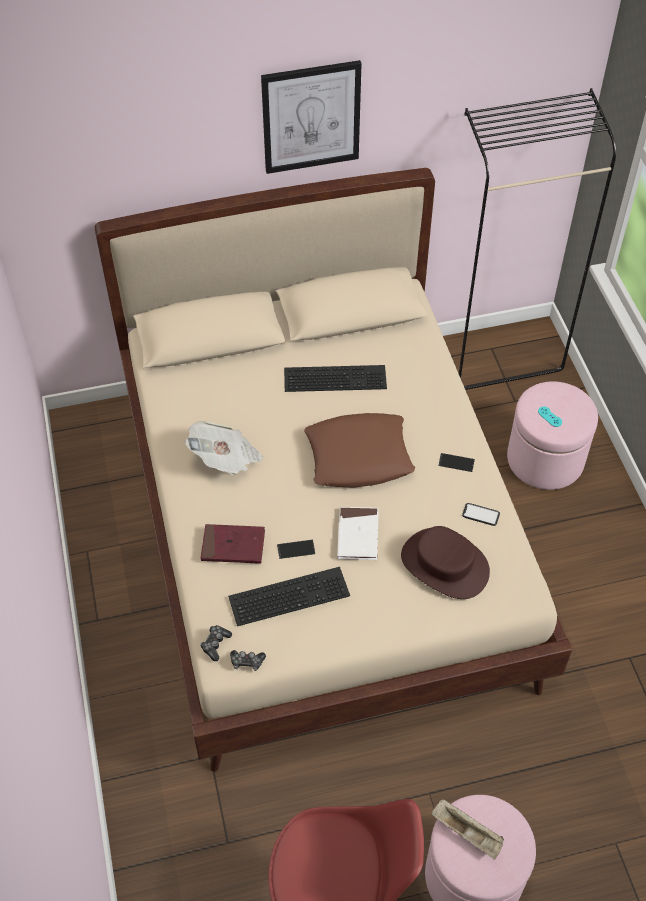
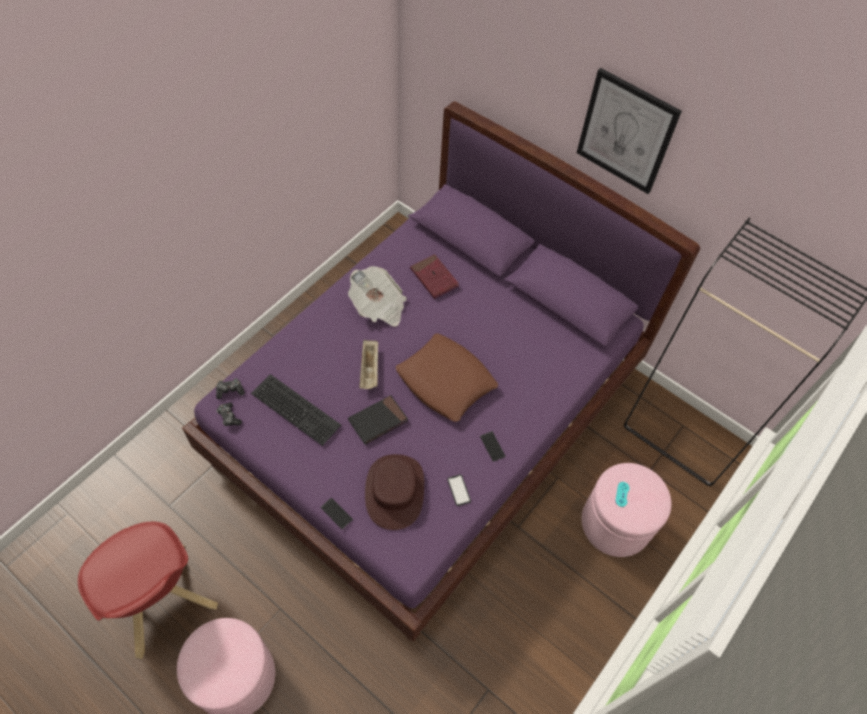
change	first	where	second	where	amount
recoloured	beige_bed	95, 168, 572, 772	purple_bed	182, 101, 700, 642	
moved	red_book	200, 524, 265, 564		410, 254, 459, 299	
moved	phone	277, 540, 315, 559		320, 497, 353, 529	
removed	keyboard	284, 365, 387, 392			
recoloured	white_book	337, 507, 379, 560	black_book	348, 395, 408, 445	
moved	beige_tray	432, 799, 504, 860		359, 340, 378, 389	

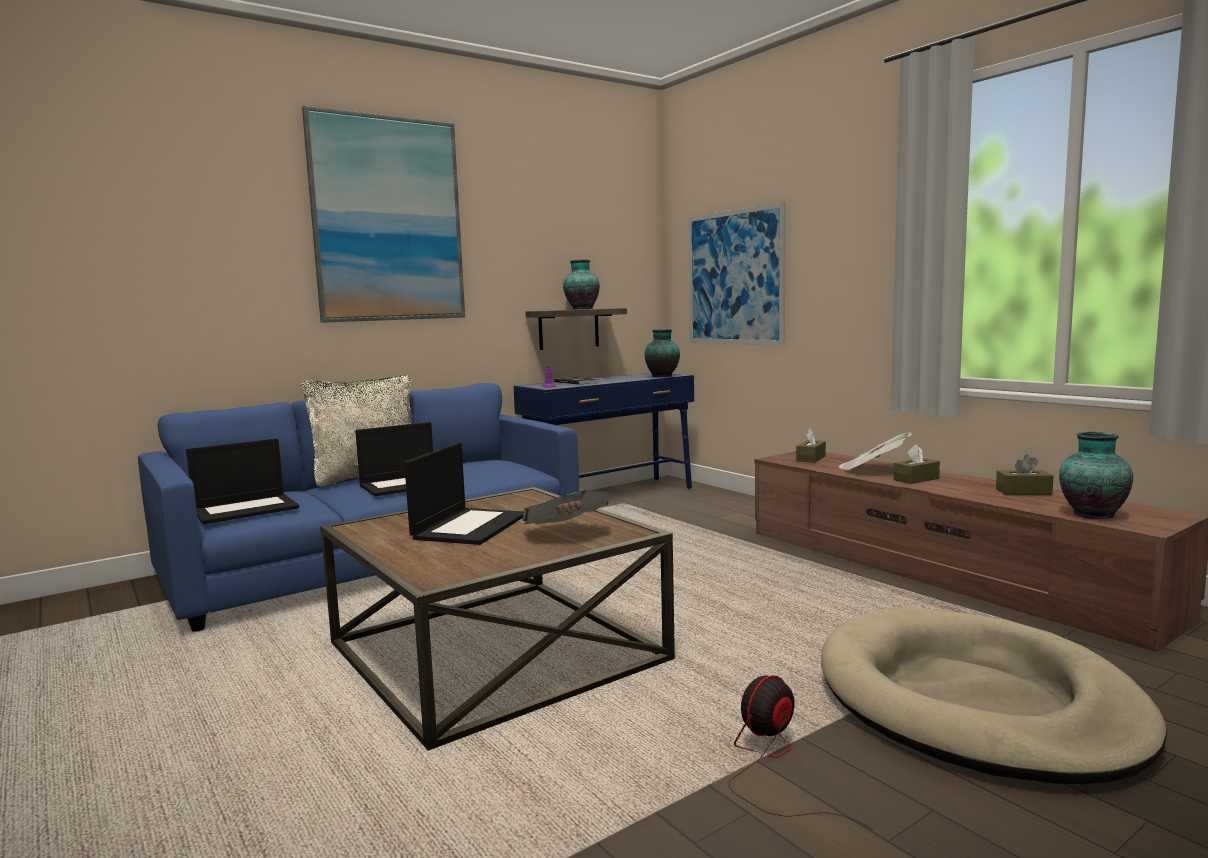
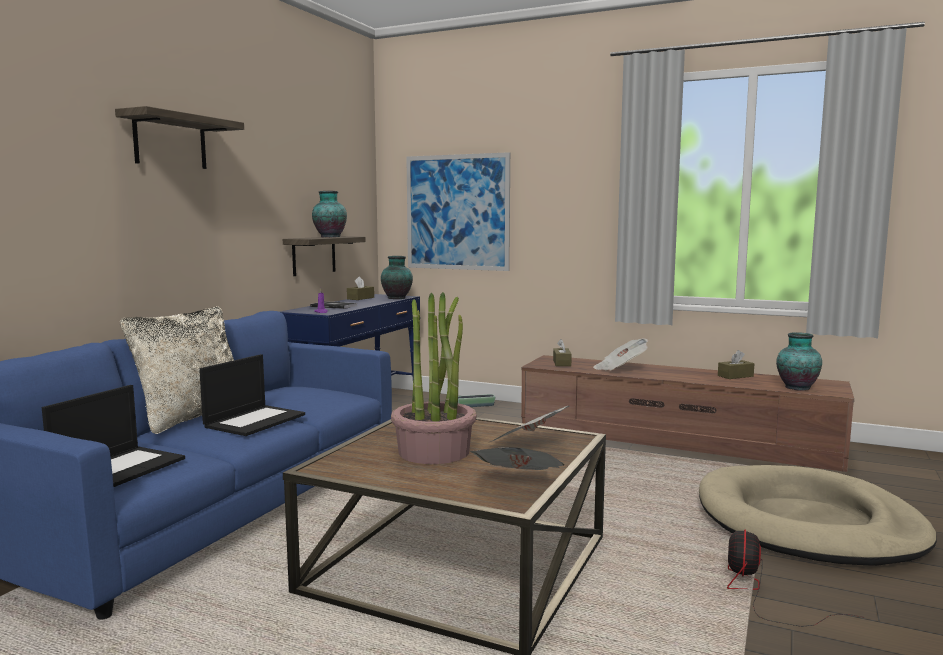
change	first	where	second	where	amount
replaced	picture	302, 106, 465, 323	shelf	115, 106, 244, 169	
replaced	laptop	404, 443, 524, 545	potted_plant	391, 292, 477, 464	
moved	brown_tissue_box	893, 444, 940, 484		347, 276, 374, 300	
added			planter	458, 394, 496, 407	
added			newspaper	470, 447, 565, 470	

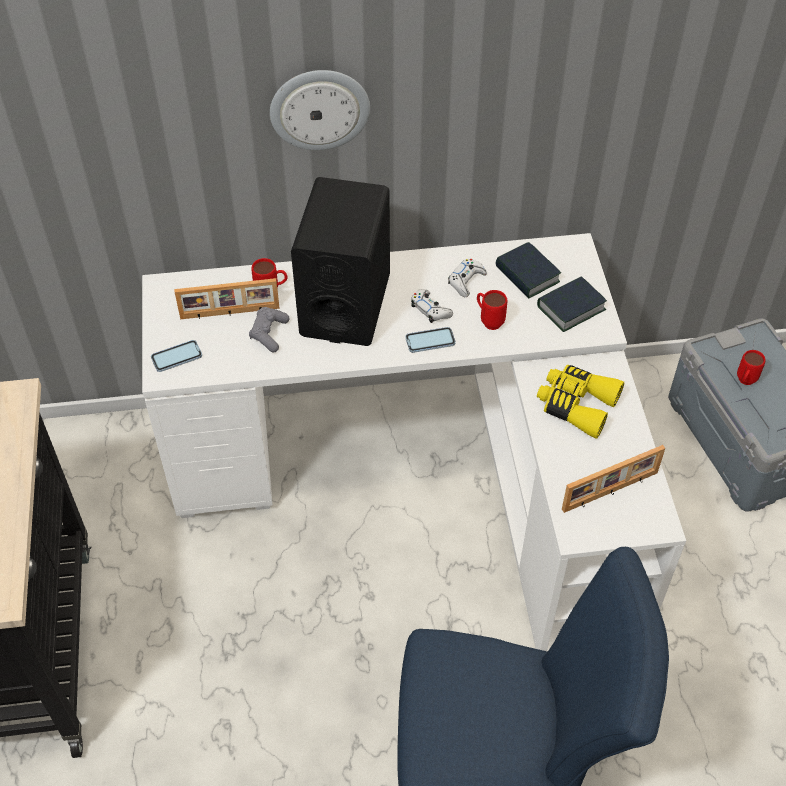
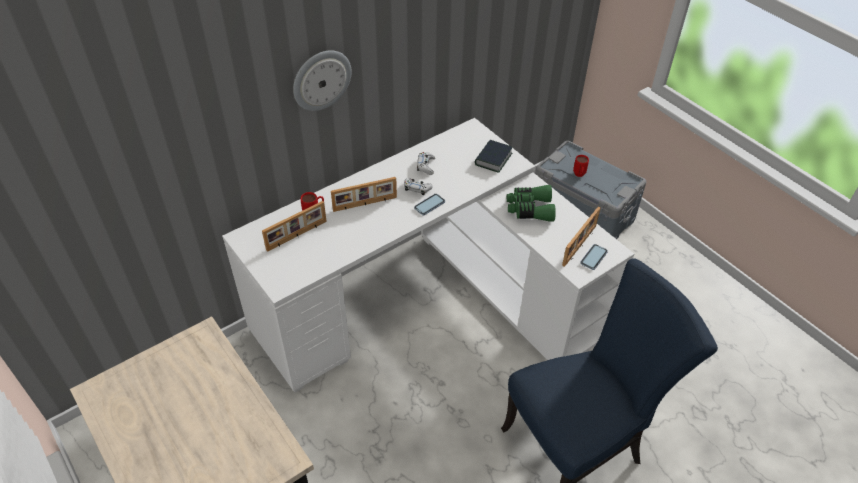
change	first	where	second	where	amount
moved	phone	151, 340, 202, 372		580, 244, 608, 270	
removed	grey_game_controller	249, 307, 290, 353			
replaced	black_speaker	291, 177, 390, 346	picture_frame	331, 177, 397, 212	
removed	red_mug	477, 290, 507, 330			
removed	book	496, 242, 561, 298			
recoloured	yellow_binoculars	537, 365, 624, 439	green_binoculars	507, 185, 556, 221	

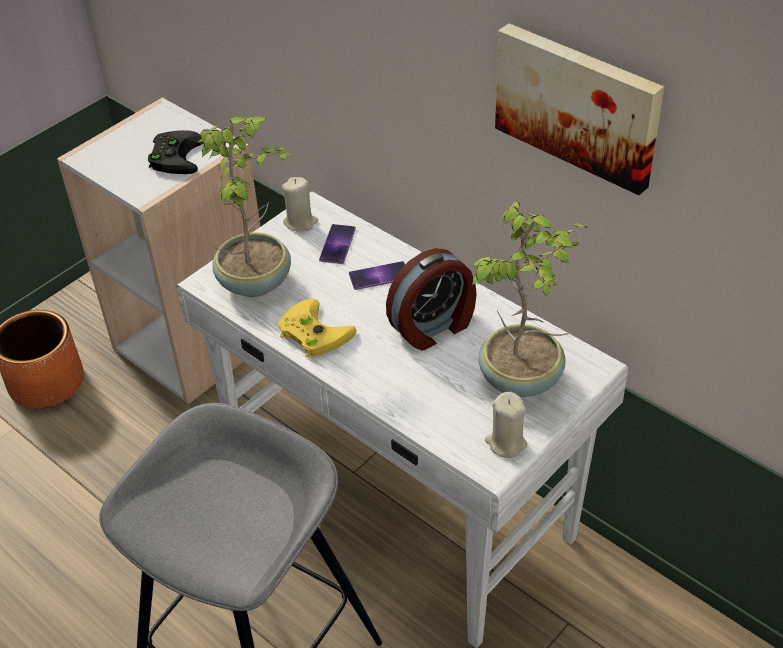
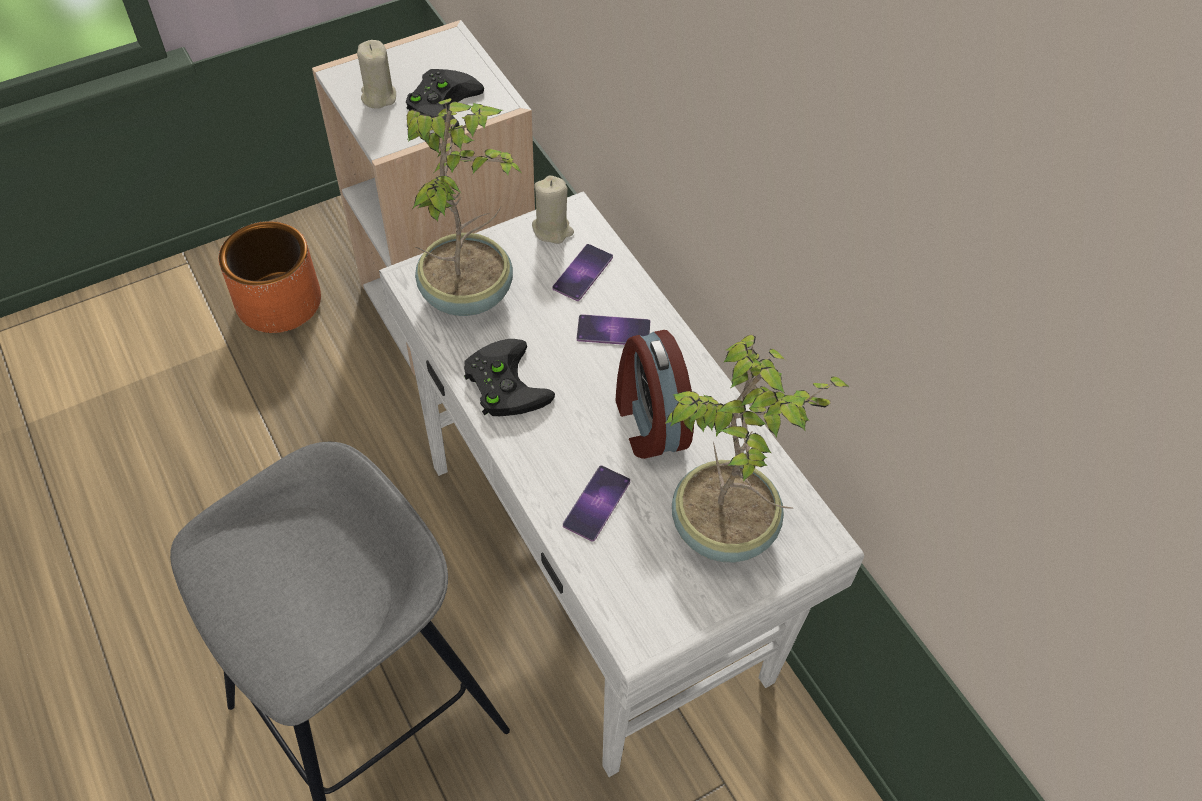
change	first	where	second	where	amount
recoloured	yellow_game_controller	278, 299, 357, 358	black_game_controller	464, 339, 555, 416	
turned	alarm_clock	386, 248, 477, 351		616, 330, 694, 459	90 degrees clockwise
moved	beige_candle	485, 392, 527, 458		357, 40, 396, 109	
removed	picture	495, 23, 664, 195			
added			phone	563, 465, 630, 541	

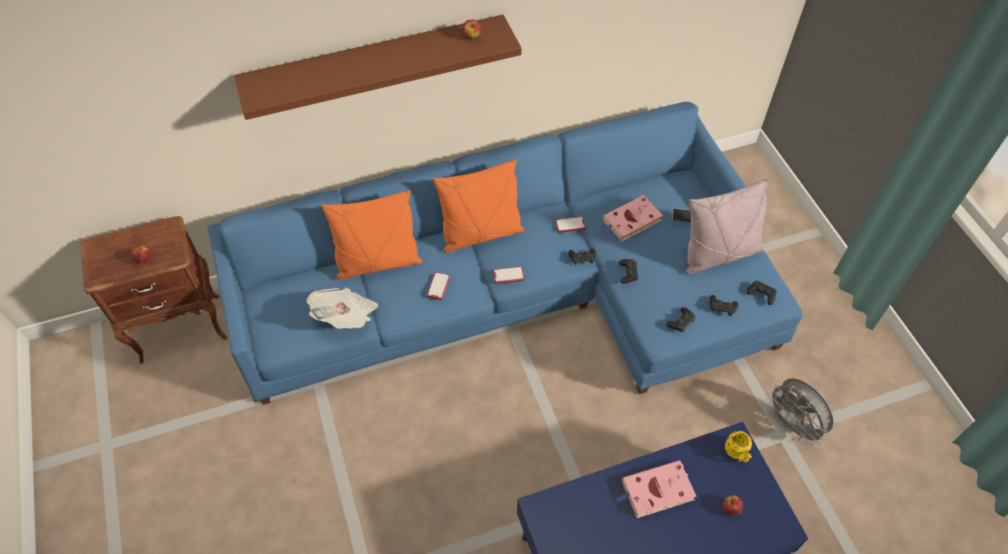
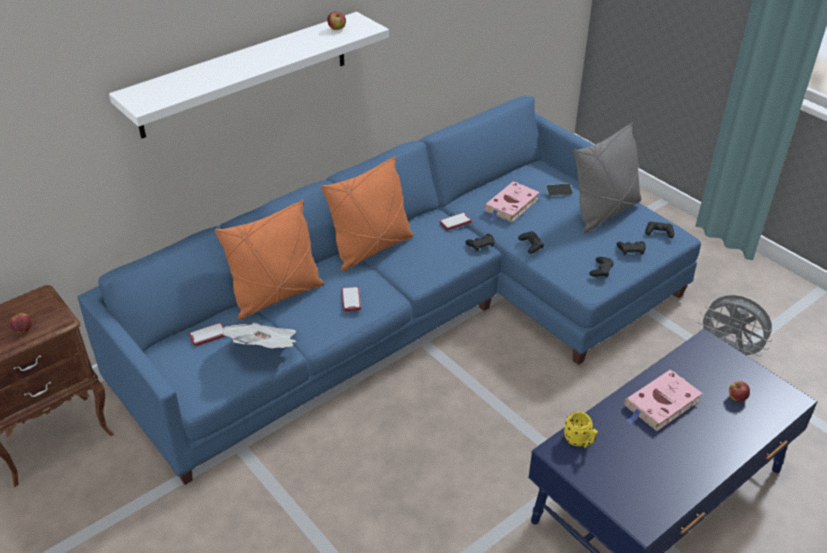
change	first	where	second	where	amount
recoloured	brown_shelf	234, 15, 522, 120	white_shelf	109, 12, 389, 138	
moved	phone	493, 266, 524, 284		189, 323, 225, 346	
recoloured	purple_pillow	685, 178, 769, 275	grey_pillow	573, 123, 642, 233	
moved	yellow_mug	725, 430, 752, 463		564, 411, 598, 448	

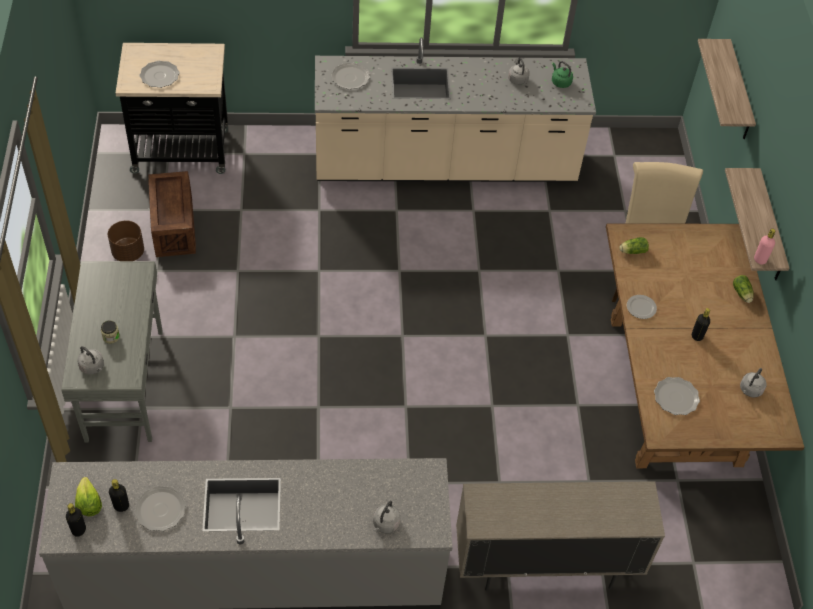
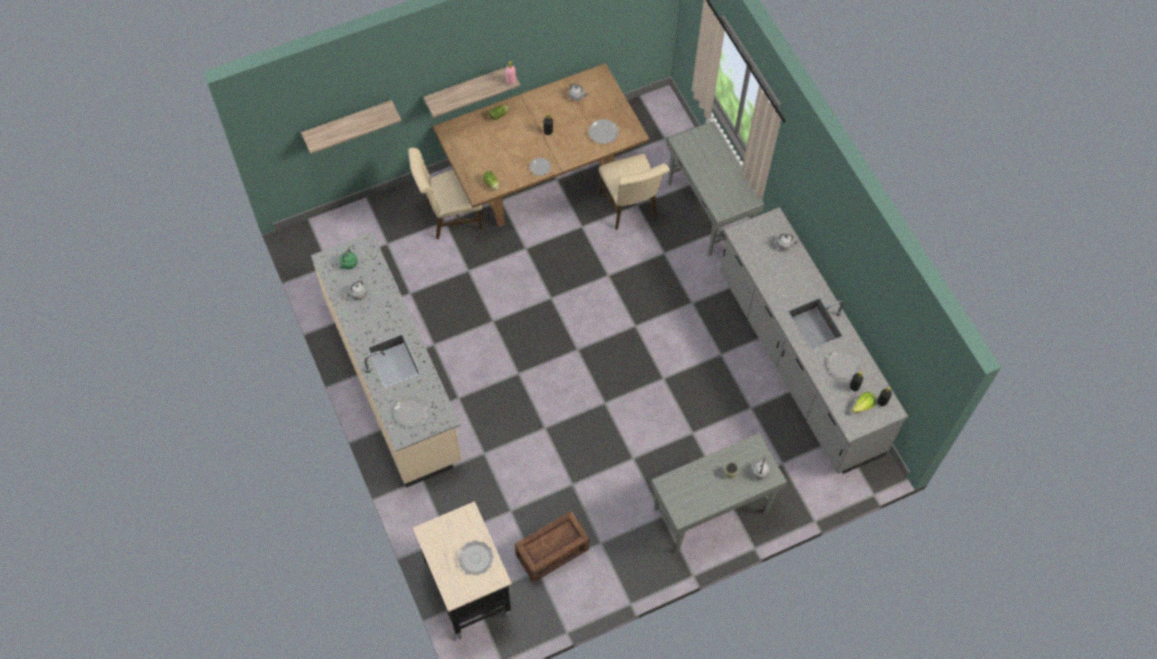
change	first	where	second	where	amount
removed	brown_planter	108, 221, 144, 261			
replaced	beige_cabinet	456, 481, 665, 591	grey_console_table	667, 121, 764, 256	
added			beige_chair	599, 154, 670, 229	

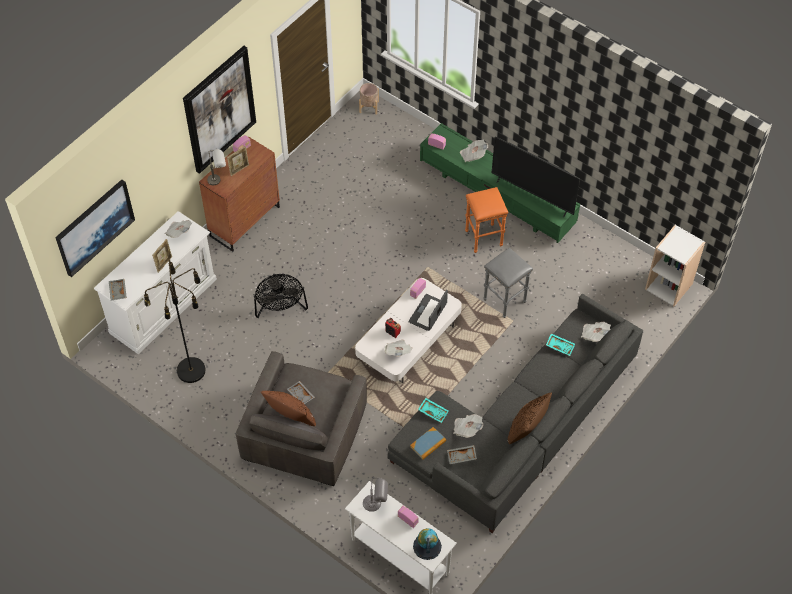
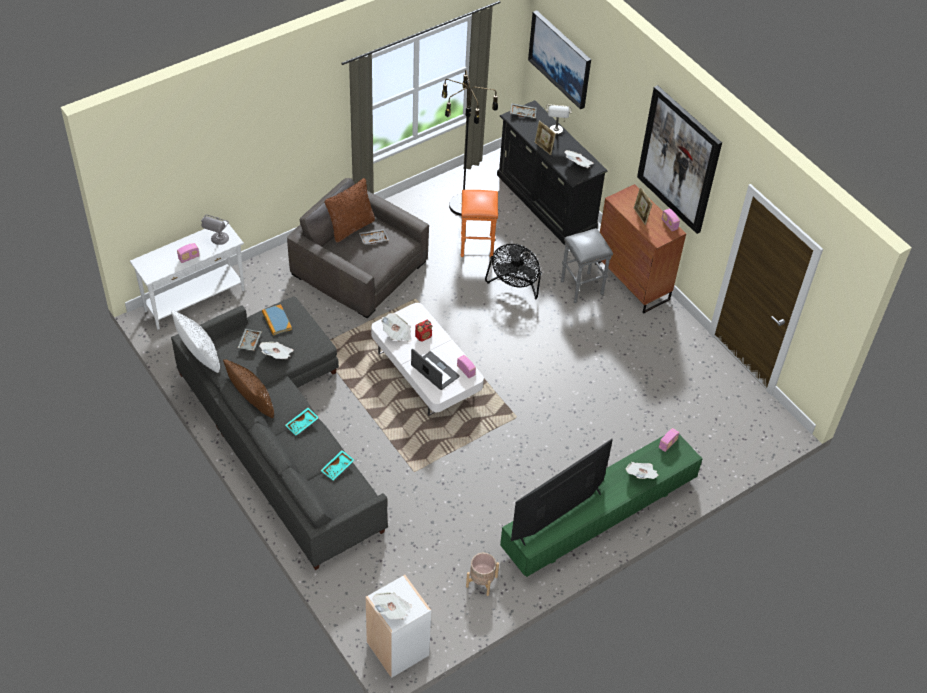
change	first	where	second	where	amount
recoloured	white_cabinet	94, 211, 217, 354	black_cabinet	497, 100, 607, 245	
moved	grey_table_lamp	207, 149, 226, 185		546, 104, 572, 135	
turned	black_fan	254, 274, 308, 318		485, 243, 542, 299	75 degrees counterclockwise
moved	beige_planter	359, 83, 379, 115		466, 553, 499, 596	
removed	globe	413, 528, 442, 560			
moved	turquoise_tray	418, 398, 449, 423		285, 407, 319, 436	
moved	orange_stool	465, 187, 508, 253		461, 190, 498, 258	
moved	grey_stool	483, 248, 533, 318		561, 228, 613, 303	
moved	newspaper	581, 322, 611, 342		372, 592, 412, 620	
added			white_pillow	171, 310, 220, 373	

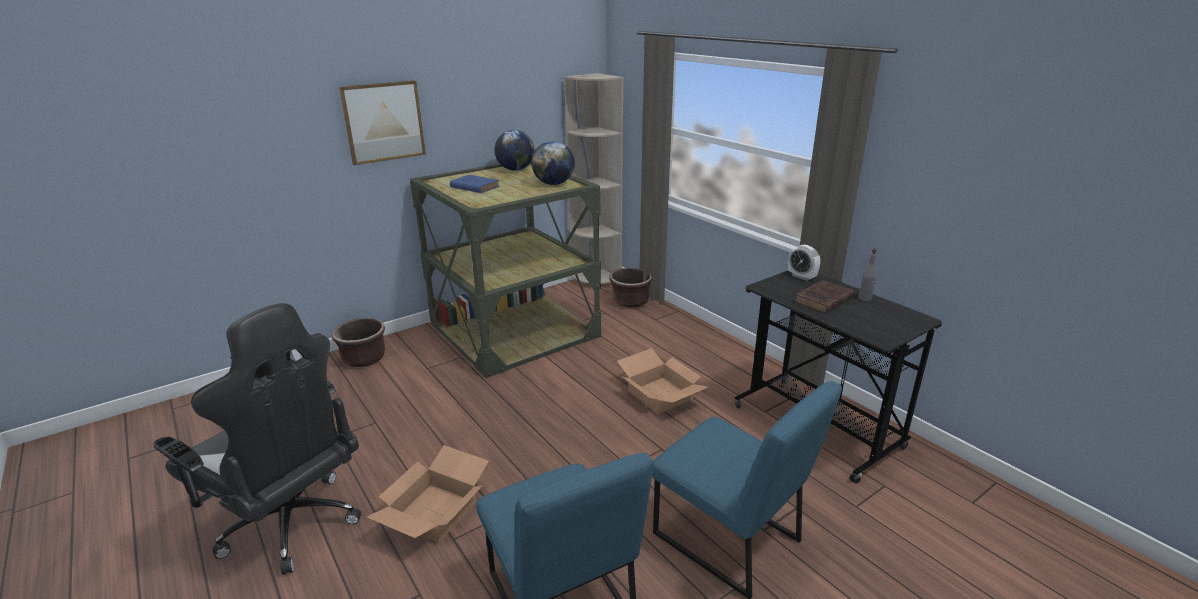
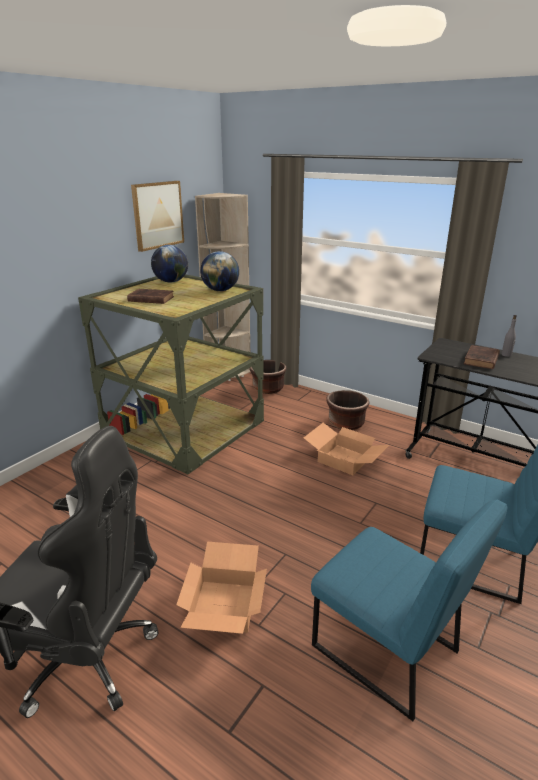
change	first	where	second	where	amount
moved	brown_planter	332, 318, 385, 367		326, 390, 369, 430	
moved	picture	339, 80, 426, 165		131, 181, 184, 252	
recoloured	blue_book	450, 175, 500, 193	brown_book	127, 289, 174, 304	
removed	alarm_clock	788, 244, 820, 281			

